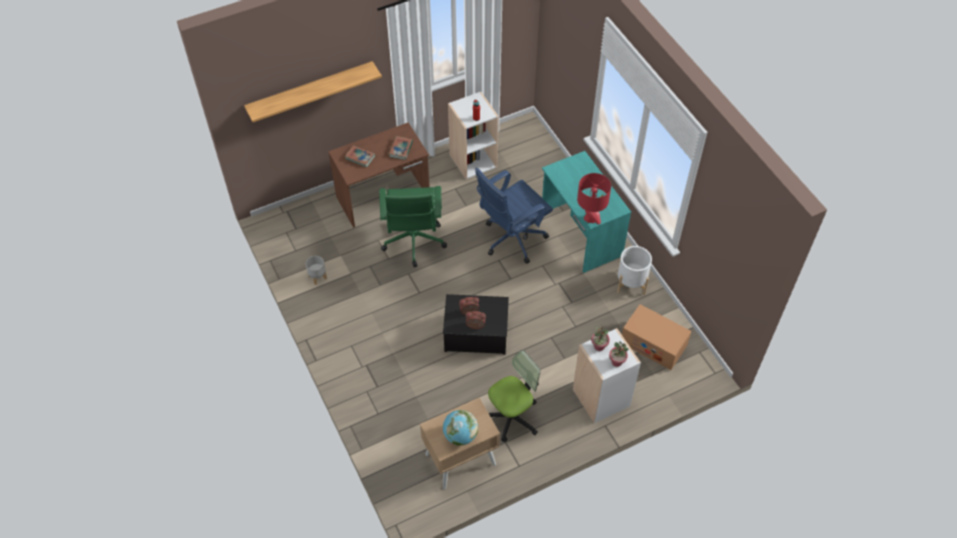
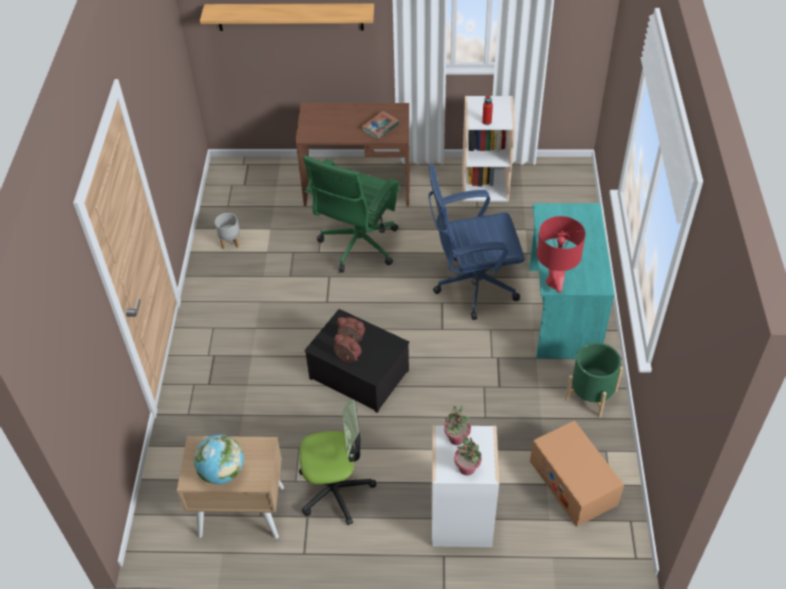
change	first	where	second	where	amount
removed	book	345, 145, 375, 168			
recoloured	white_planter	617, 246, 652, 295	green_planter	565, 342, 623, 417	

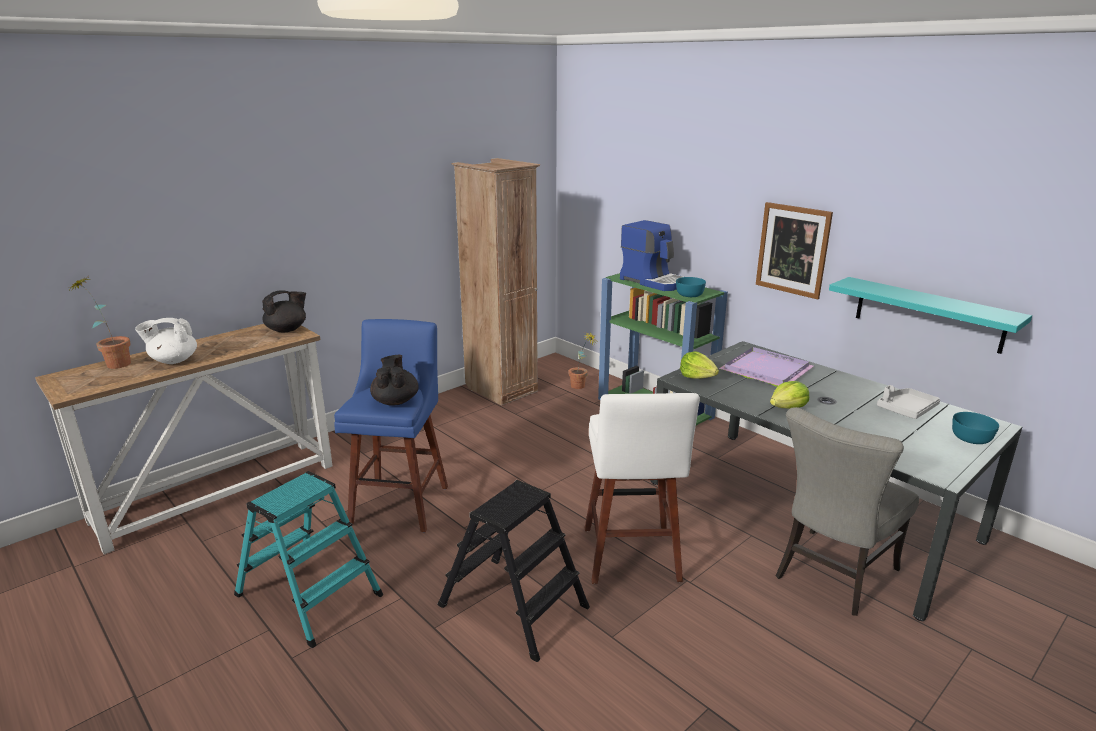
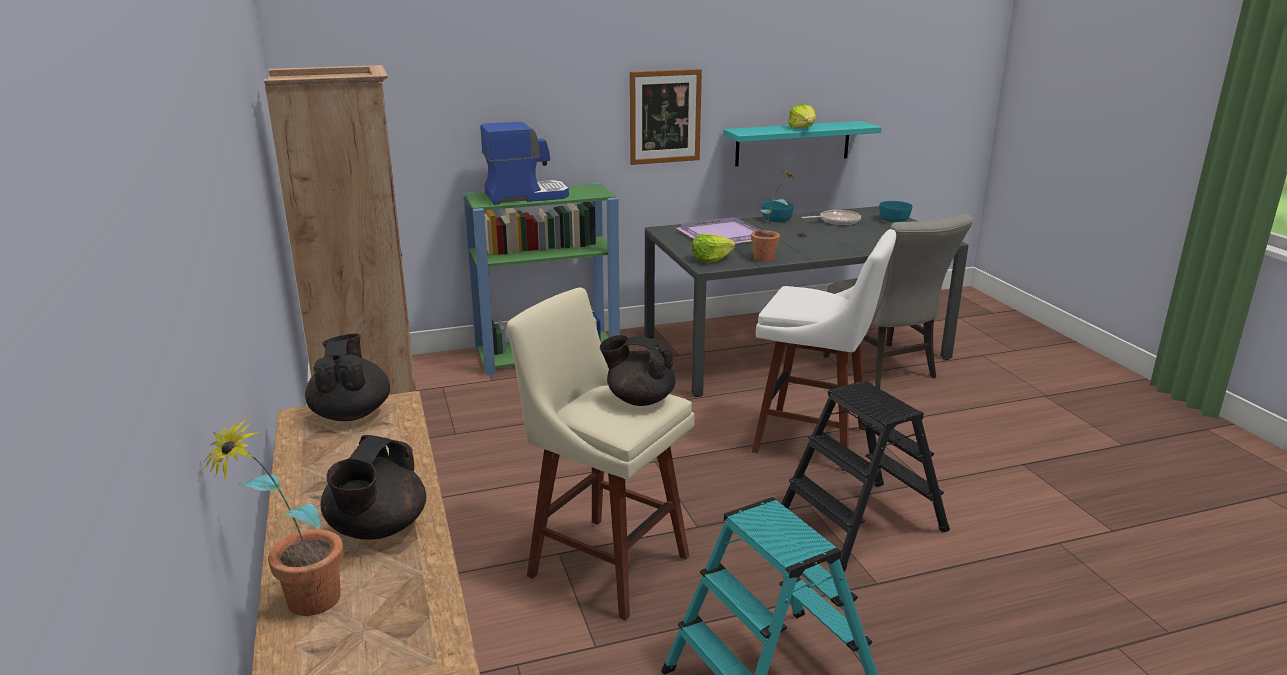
change	first	where	second	where	amount
recoloured	white_teapot	135, 318, 197, 364	black_teapot	321, 435, 426, 540	
recoloured	blue_stool	334, 319, 448, 532	beige_stool	507, 288, 695, 621	
moved	potted_plant	568, 333, 597, 389		751, 168, 796, 262	
moved	turquoise_bowl	676, 277, 706, 297		762, 201, 794, 222	
moved	lettuce	770, 381, 809, 409		788, 104, 816, 129	
replaced	grey_tray	877, 385, 940, 419	frying_pan	802, 210, 861, 225	

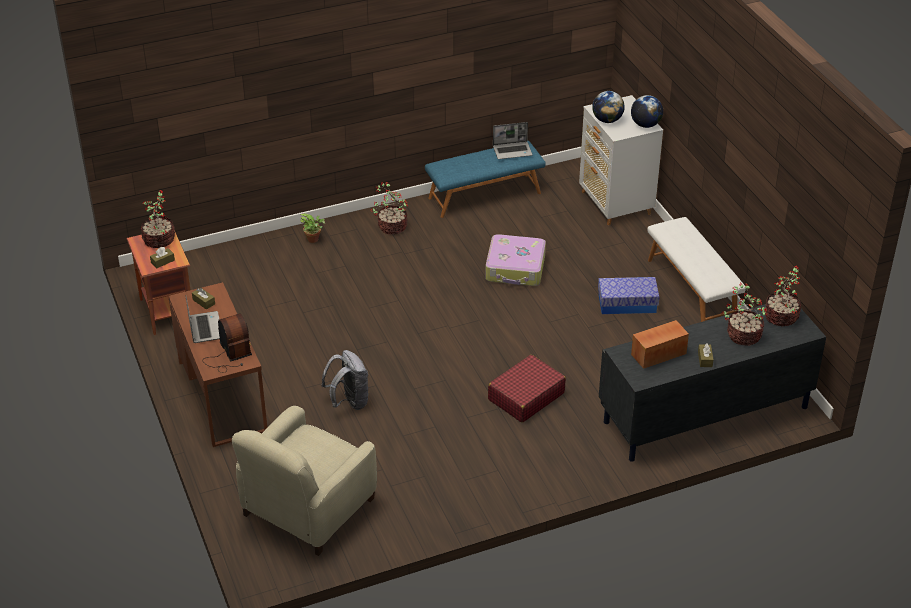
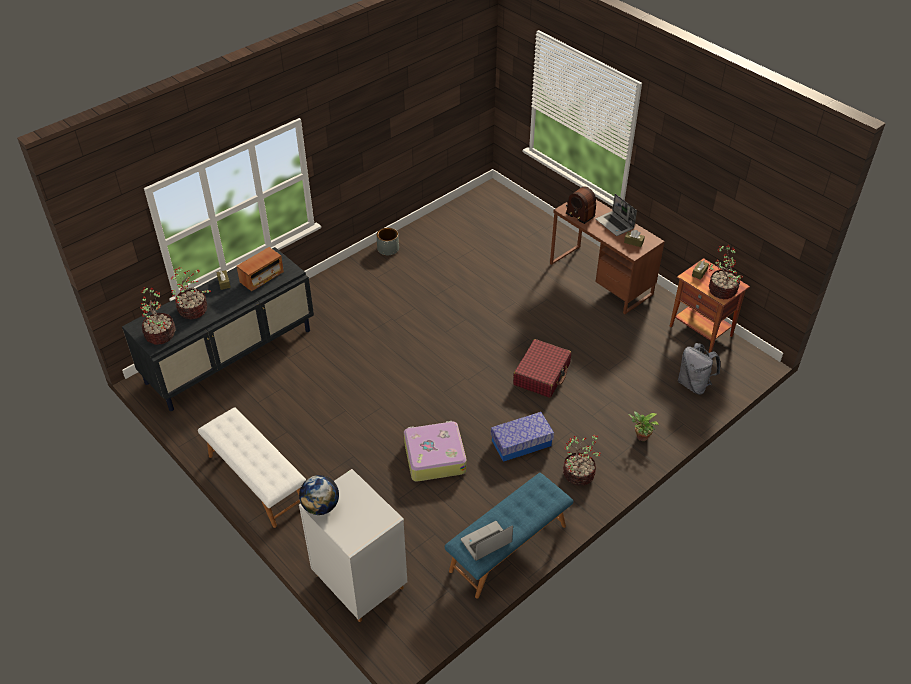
change	first	where	second	where	amount
removed	beige_armchair	232, 406, 377, 556			
moved	grey_backpack	321, 350, 369, 410		678, 343, 720, 395	
moved	red_suitcase	488, 355, 566, 422		513, 339, 571, 398	
removed	globe	592, 91, 625, 123			
moved	storage_box	598, 277, 660, 314		491, 412, 554, 462	
added			grey_planter	377, 228, 399, 256	

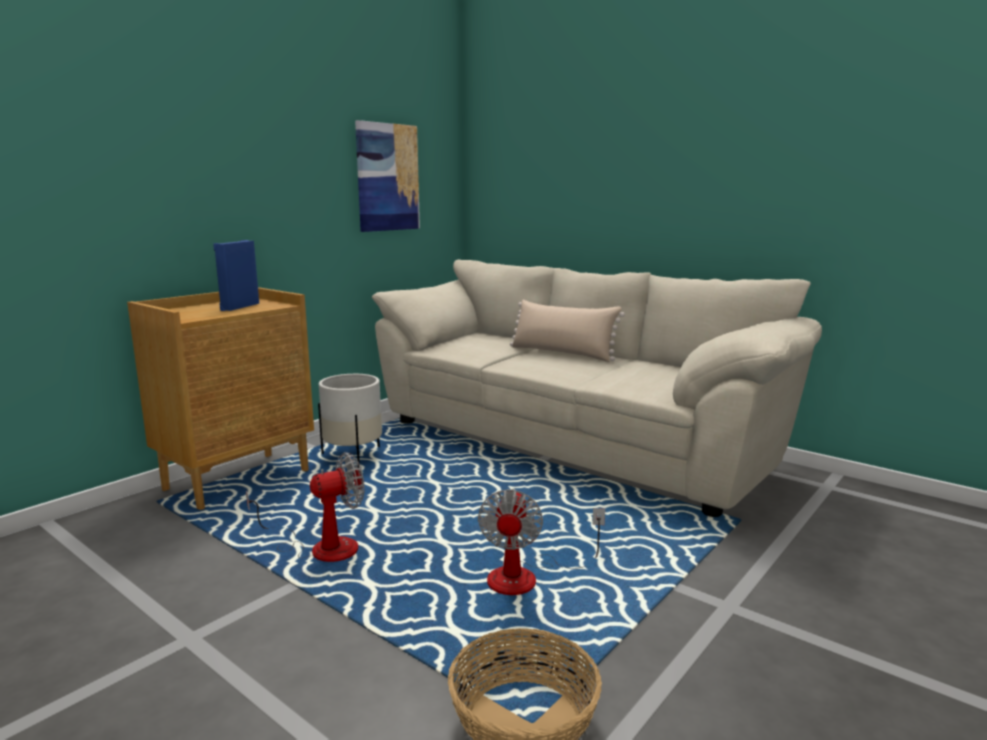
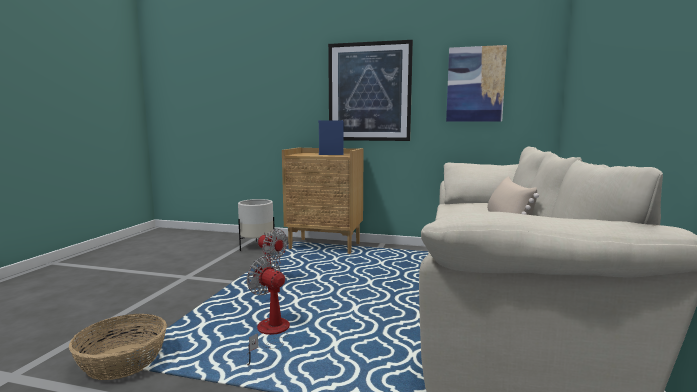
change	first	where	second	where	amount
moved	white_planter	318, 374, 382, 468		238, 199, 275, 251	
turned	fan	478, 489, 605, 595		246, 256, 290, 366	60 degrees clockwise
added			picture	328, 40, 413, 141	

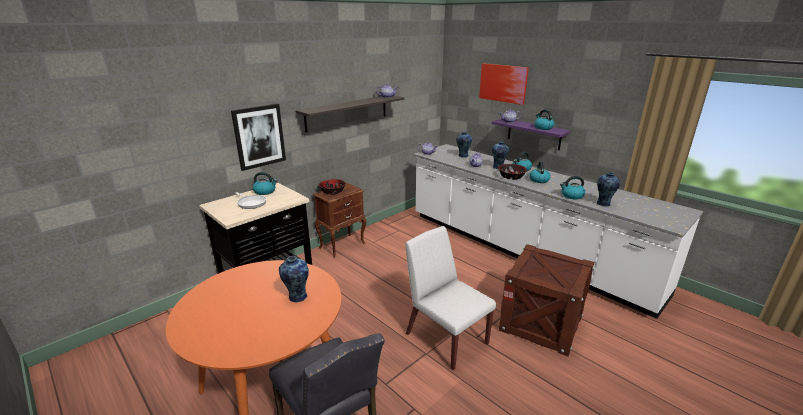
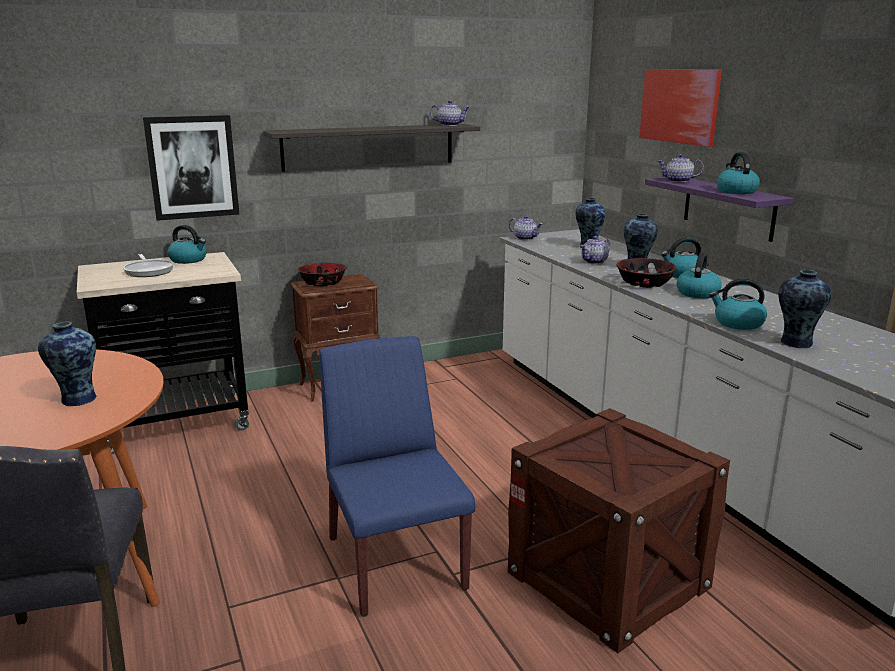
change	first	where	second	where	amount
recoloured	white_chair	405, 226, 496, 370	blue_chair	319, 336, 475, 617	

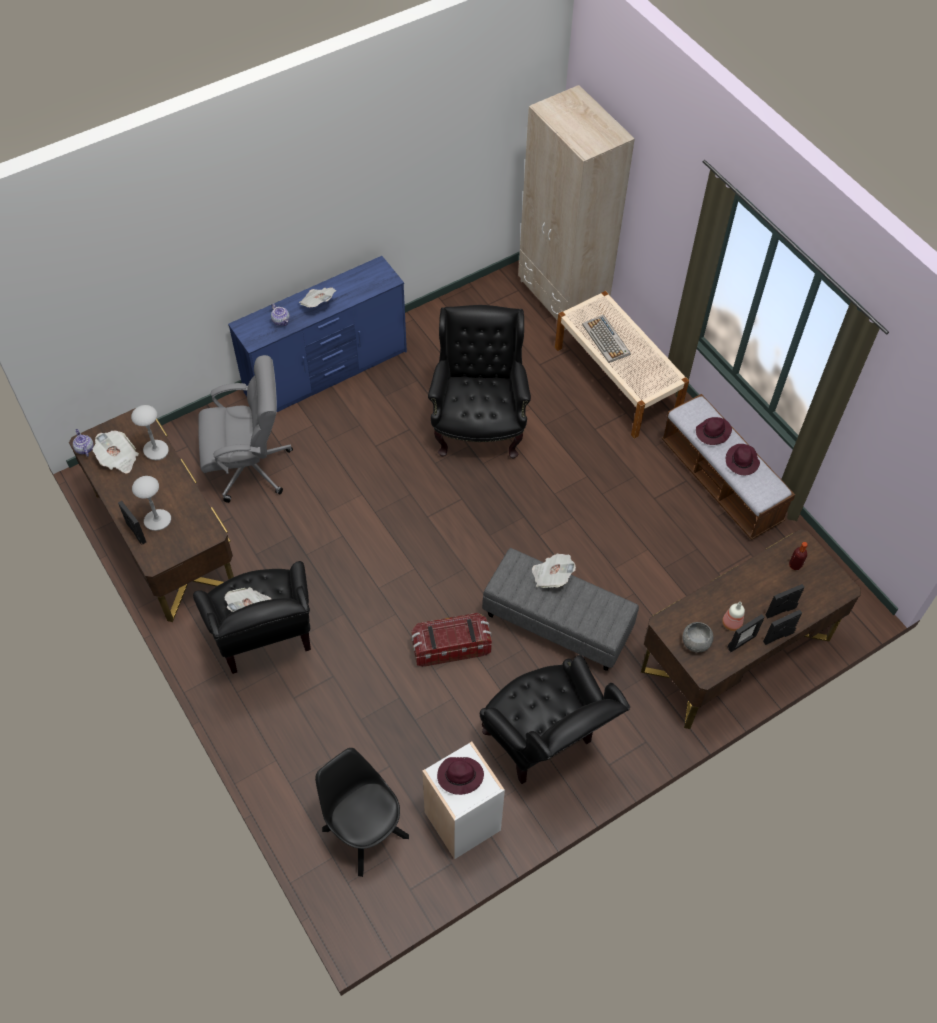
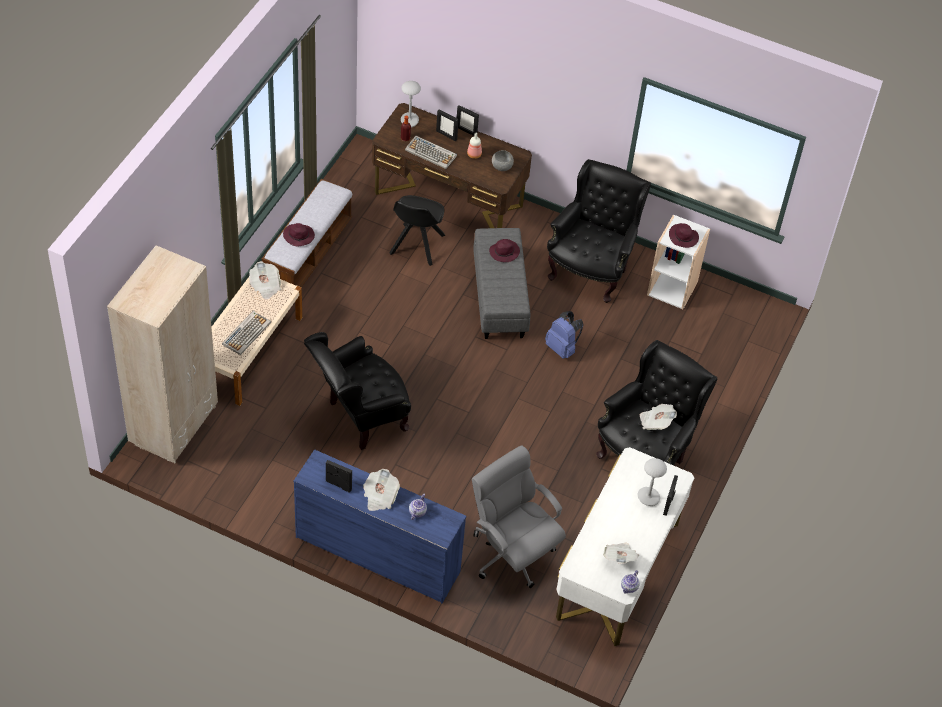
change	first	where	second	where	amount
recoloured	brown_desk	69, 408, 234, 622	white_desk	556, 447, 694, 646	
moved	grey_table_lamp	131, 405, 169, 460		401, 81, 421, 127	
moved	black_chair	315, 748, 409, 877		389, 195, 445, 266	
replaced	storage_box	411, 613, 492, 667	blue_backpack	545, 311, 584, 359	
moved	newspaper	532, 554, 576, 588		249, 261, 281, 300	
moved	purple_hat	726, 444, 760, 475		489, 239, 520, 262	
moved	picture_frame	727, 614, 765, 652		326, 460, 352, 493	
added			keyboard	405, 136, 457, 169	

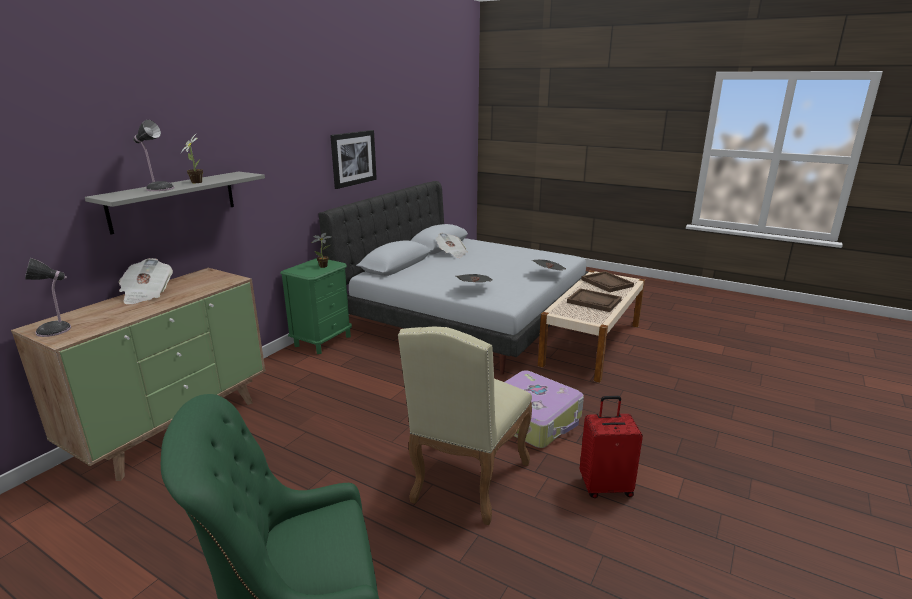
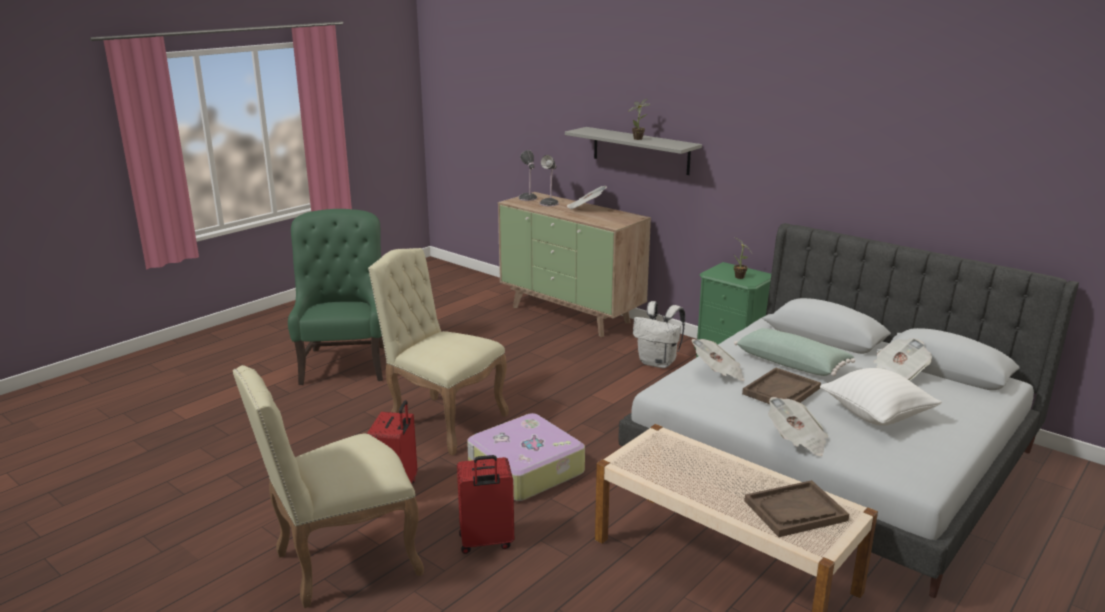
change	first	where	second	where	amount
moved	table_lamp	133, 120, 175, 191		540, 155, 559, 206	
removed	picture	330, 130, 377, 189			
moved	brown_tray	567, 288, 622, 312		742, 368, 821, 404	
added			beige_chair	233, 365, 424, 608	
added			red_suitcase	457, 455, 514, 554	
added			white_backpack	633, 301, 685, 368	
added			green_pillow	734, 328, 855, 376	
added			white_pillow	820, 368, 942, 426	

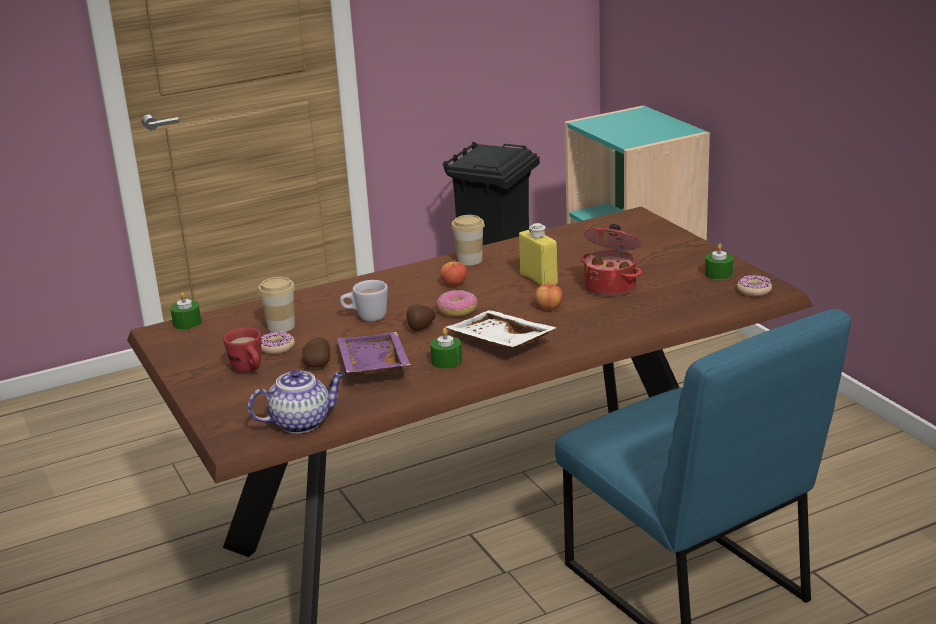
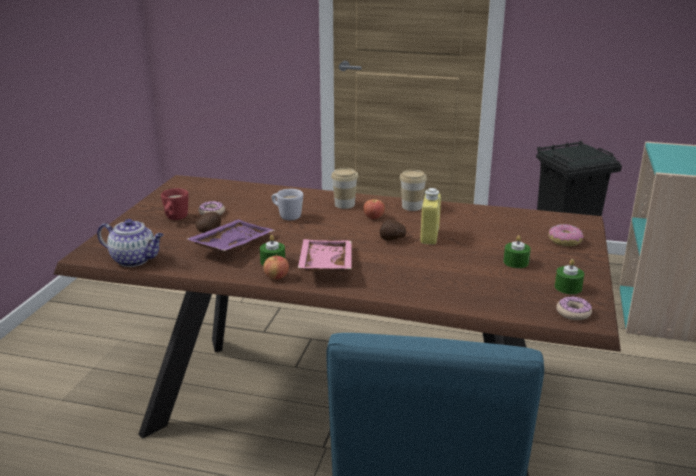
change	first	where	second	where	amount
moved	green_candle	170, 292, 202, 329		503, 235, 531, 268	
moved	cup	258, 277, 295, 332		331, 168, 358, 209	
moved	potato	407, 304, 436, 331		380, 219, 406, 241	
moved	donut	437, 290, 477, 317		548, 224, 583, 246	
recoloured	white_tray	446, 310, 557, 349	pink_tray	298, 239, 352, 272	
moved	apple	535, 282, 563, 310		263, 254, 289, 280	
removed	cooking_pot	580, 224, 642, 296			

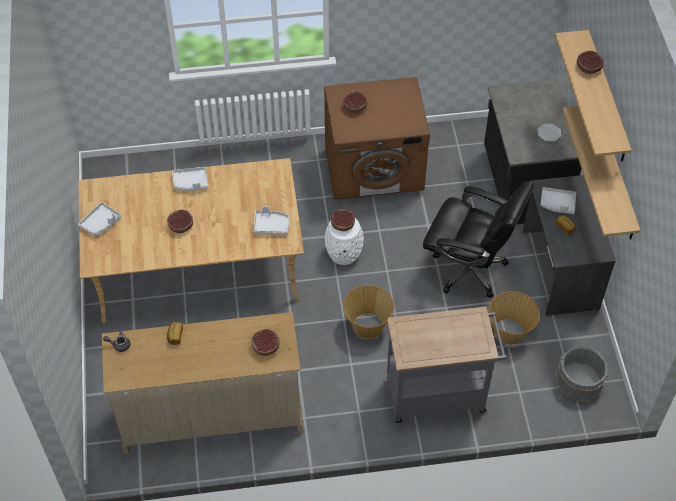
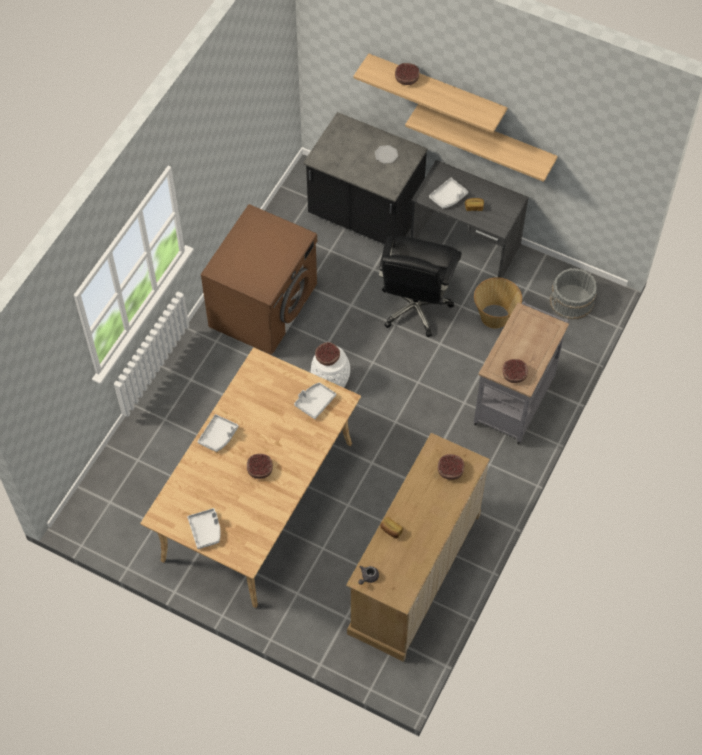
change	first	where	second	where	amount
moved	bowl	343, 91, 367, 113		502, 359, 528, 383	
removed	basket	343, 285, 394, 339			
turned	black_office_chair	423, 181, 534, 298		379, 236, 462, 337	135 degrees clockwise

